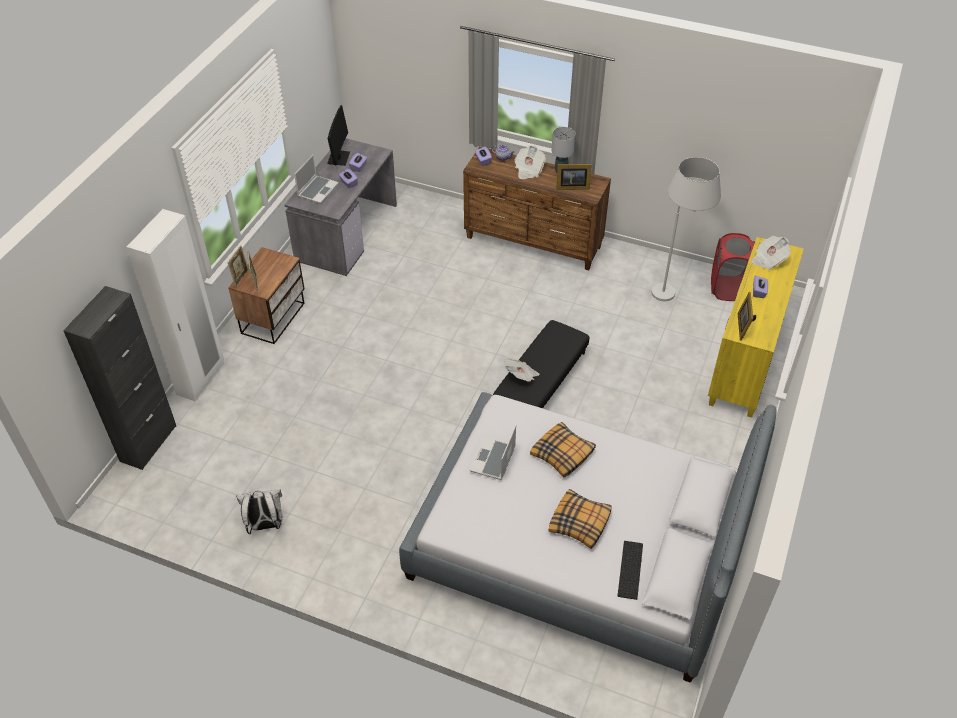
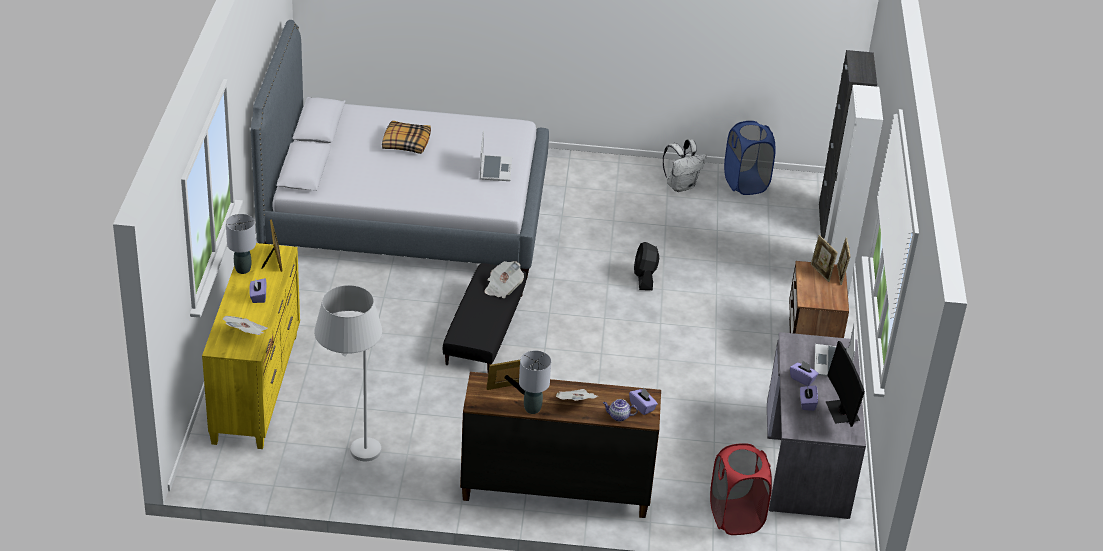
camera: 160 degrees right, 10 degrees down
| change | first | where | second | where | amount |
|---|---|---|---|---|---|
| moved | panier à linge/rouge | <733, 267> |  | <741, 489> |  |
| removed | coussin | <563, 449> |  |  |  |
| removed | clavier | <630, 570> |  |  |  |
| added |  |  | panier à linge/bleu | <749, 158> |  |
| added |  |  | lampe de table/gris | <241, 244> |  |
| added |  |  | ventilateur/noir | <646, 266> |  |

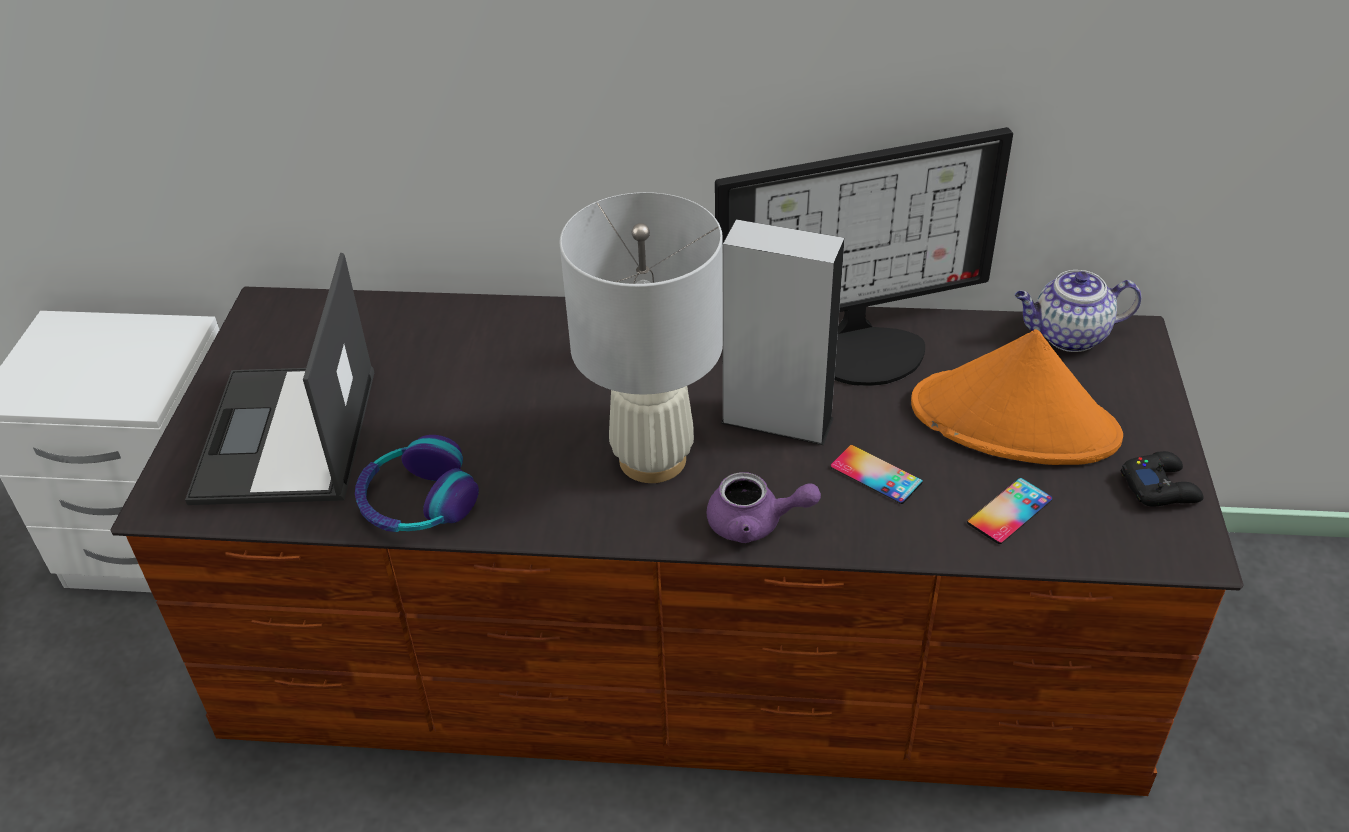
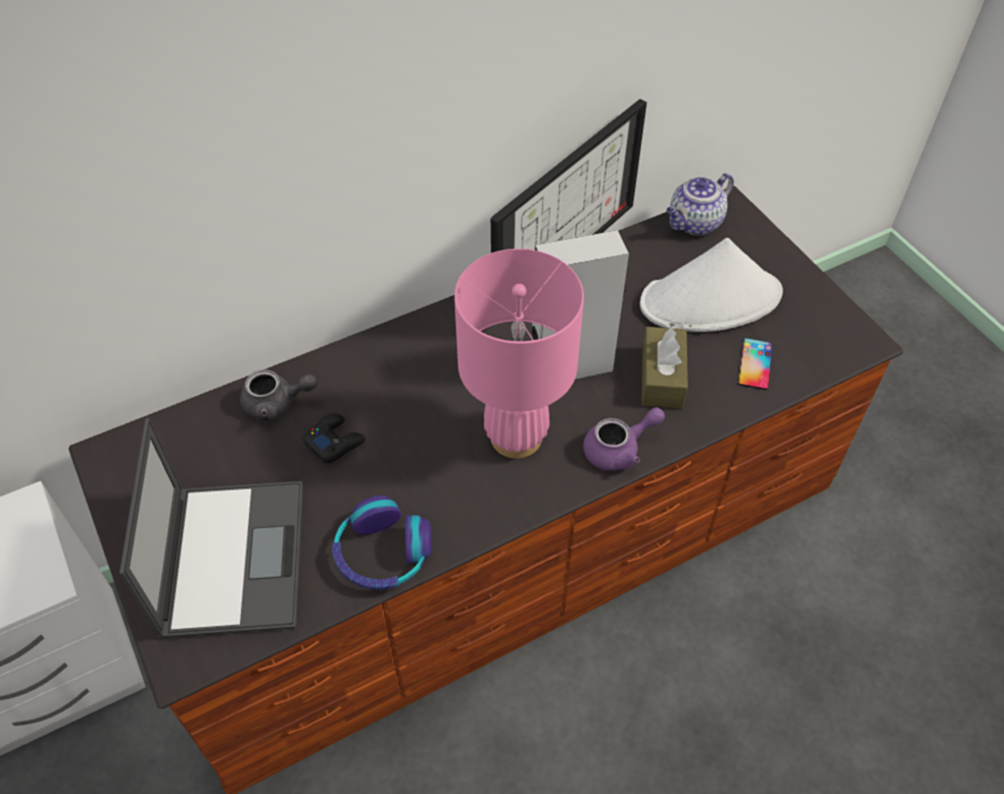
camera: 35 degrees left, 10 degrees up
| change | first | where | second | where | amount |
|---|---|---|---|---|---|
| recoloured | lampe de table/blanc | <641, 337> | lampe de table/rose | <519, 353> |  |
| turned | ordinateur portable | <279, 379> |  | <211, 528> | 150 degrees counterclockwise |
| recoloured | chapeau/orange | <1017, 397> | chapeau/blanc | <711, 285> |  |
| replaced | téléphone | <877, 474> | boîte à mouchoirs/marron | <665, 367> |  |
| moved | manette/noir | <1161, 479> |  | <334, 438> |  |
| added |  |  | théière/gris | <278, 395> |  |

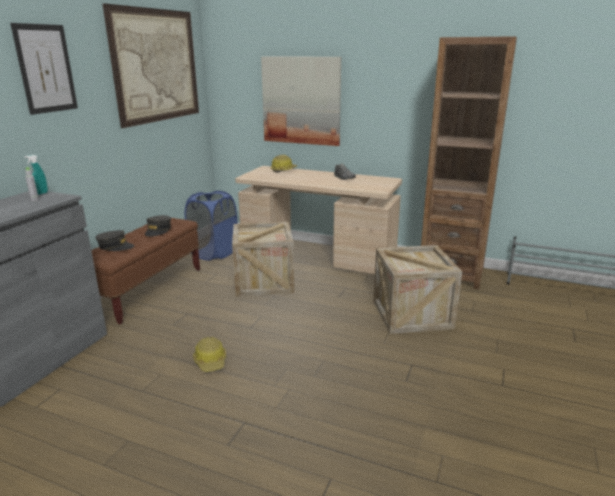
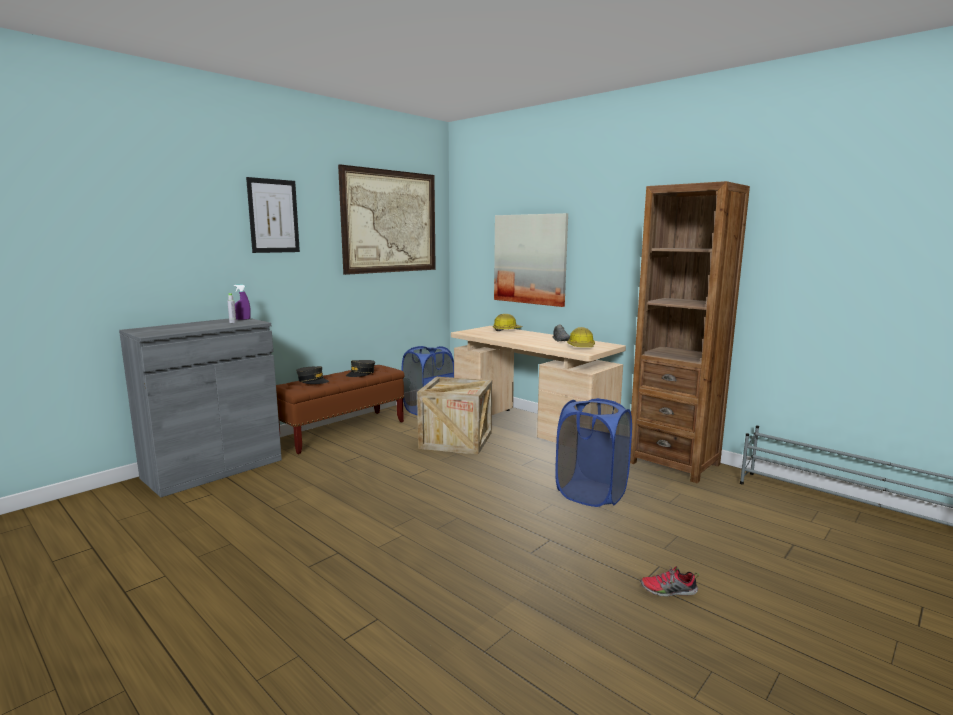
camera: 20 degrees right, 10 degrees down
| change | first | where | second | where | amount |
|---|---|---|---|---|---|
| recoloured | vaporisateur/turquoise | <36, 175> | vaporisateur/violet | <242, 302> |  |
| replaced | caisse | <417, 289> | panier à linge/bleu | <593, 452> |  |
| moved | casque de chantier | <209, 354> |  | <581, 337> |  |
| added |  |  | chaussure | <669, 581> |  |

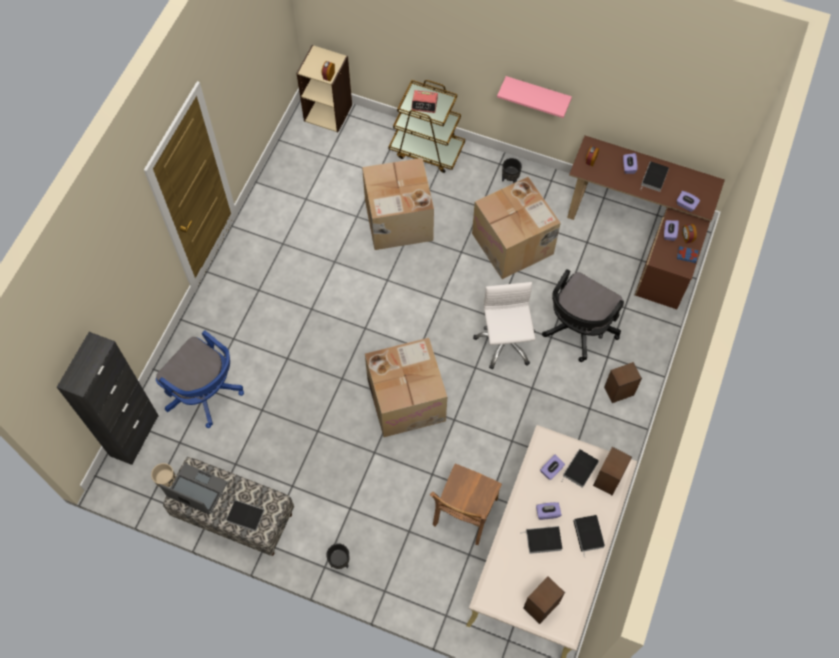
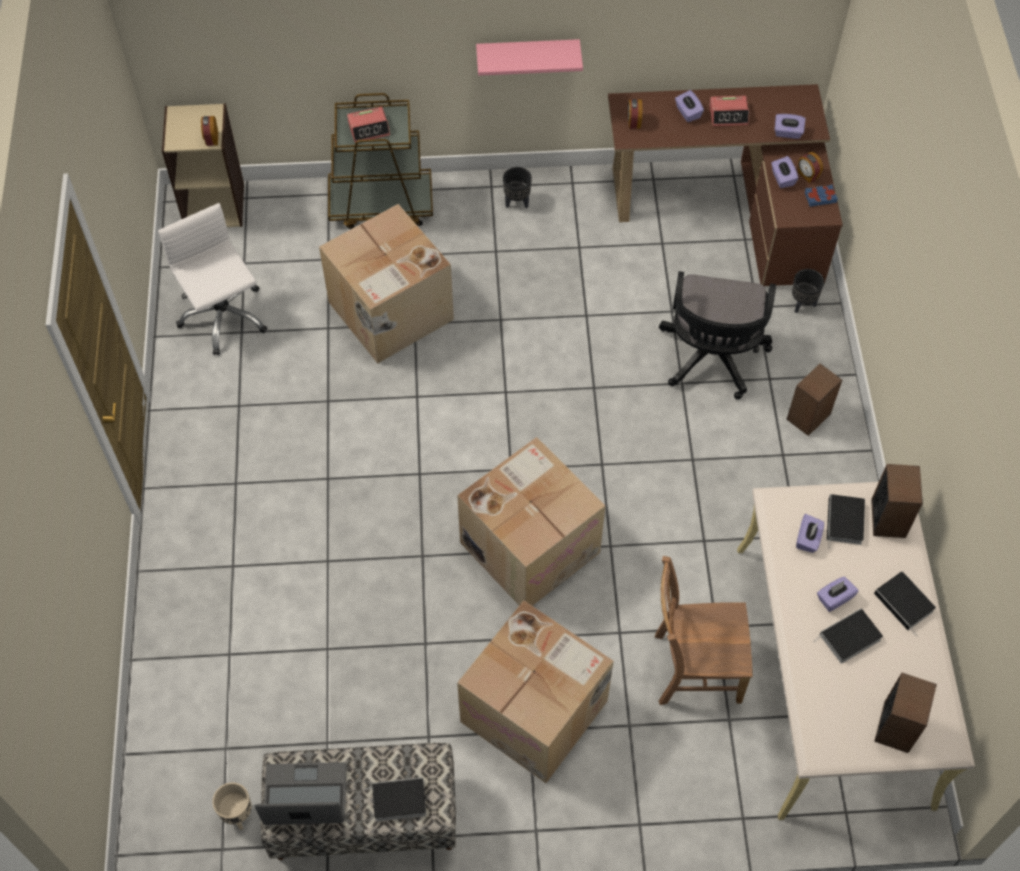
camera: 25 degrees left, 5 degrees down
| change | first | where | second | where | amount |
|---|---|---|---|---|---|
| replaced | livre | <655, 176> | réveil | <729, 111> |  |
| moved | carton | <516, 228> |  | <535, 691> |  |
| moved | chaise de bureau/blanc | <504, 326> |  | <212, 279> |  |
| removed | chaise de bureau/bleu | <200, 379> |  |  |  |
| removed | meuble de rangement/noir | <108, 398> |  |  |  |
| turned | chaise/marron | <466, 504> |  | <704, 630> | 90 degrees clockwise |
| moved | cache-pot/noir | <337, 556> |  | <808, 291> |  |

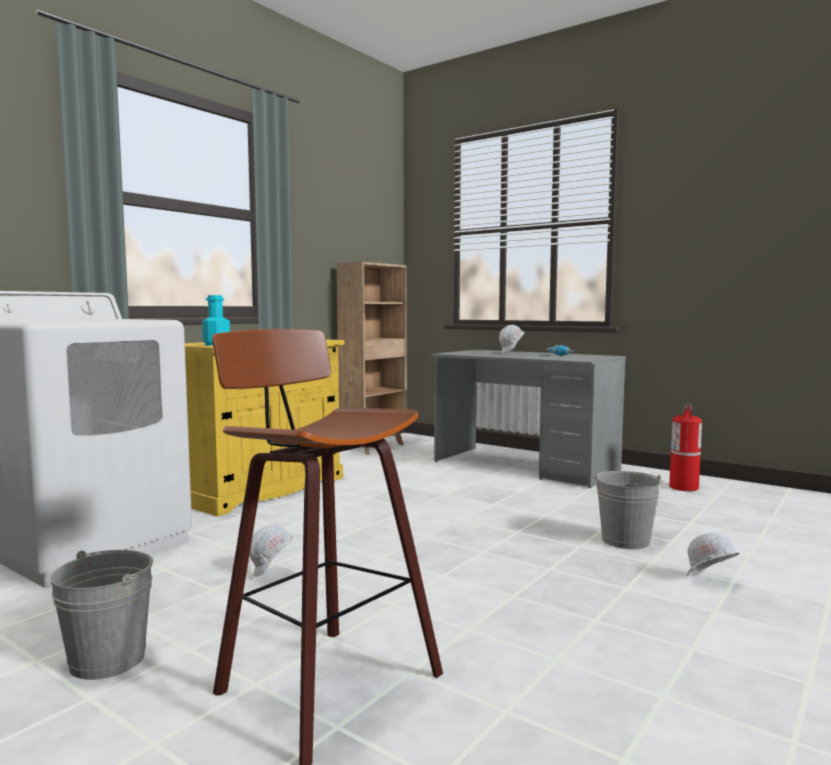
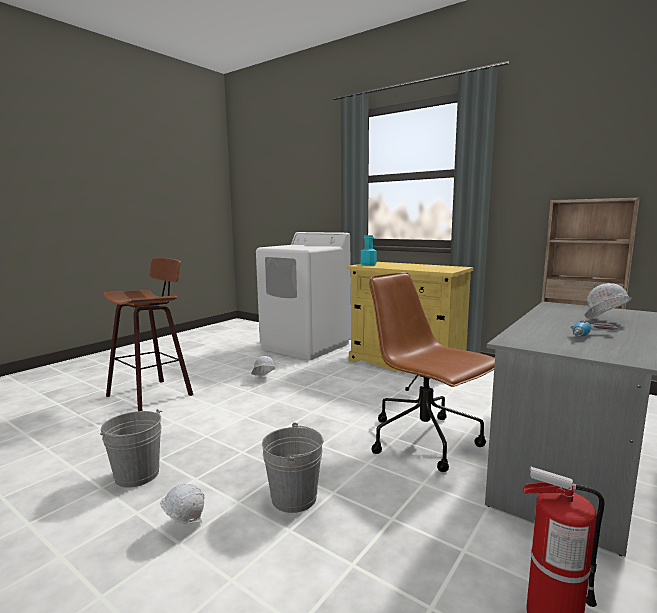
camera: 90 degrees right, 5 degrees up
| change | first | where | second | where | amount |
|---|---|---|---|---|---|
| moved | seau/gris | <101, 615> |  | <131, 448> |  |
| added |  |  | chaise de bureau/marron | <432, 372> |  |

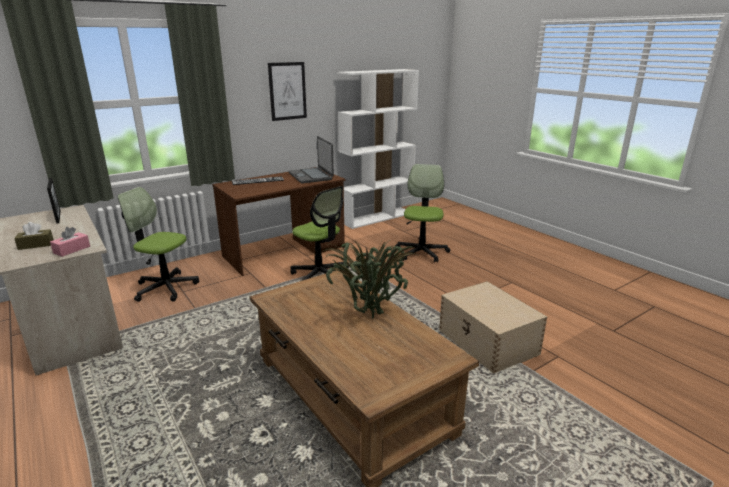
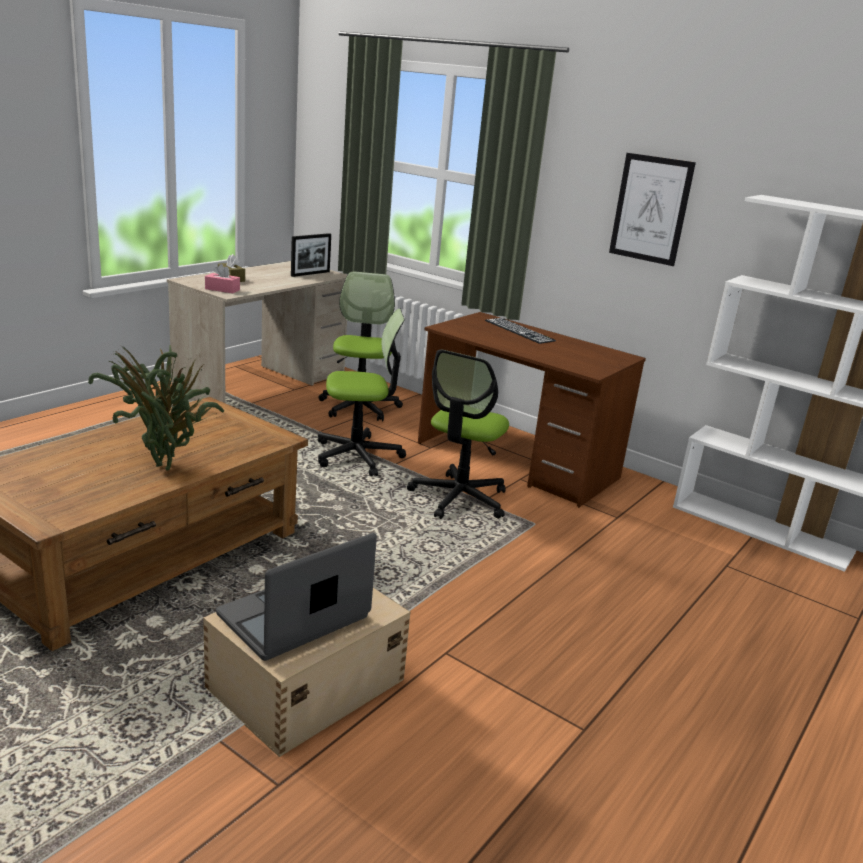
camera: 70 degrees right, 0 degrees up
| change | first | where | second | where | amount |
|---|---|---|---|---|---|
| moved | ordinateur portable | <311, 159> |  | <296, 597> |  |
| moved | chaise de bureau | <422, 213> |  | <362, 393> |  |

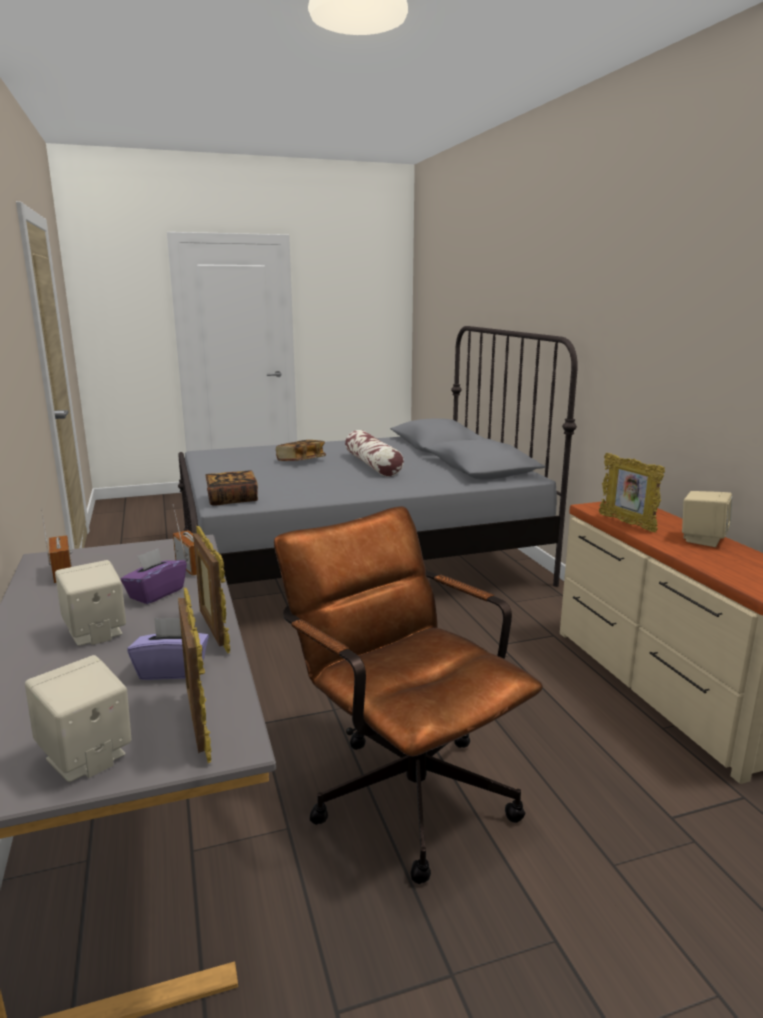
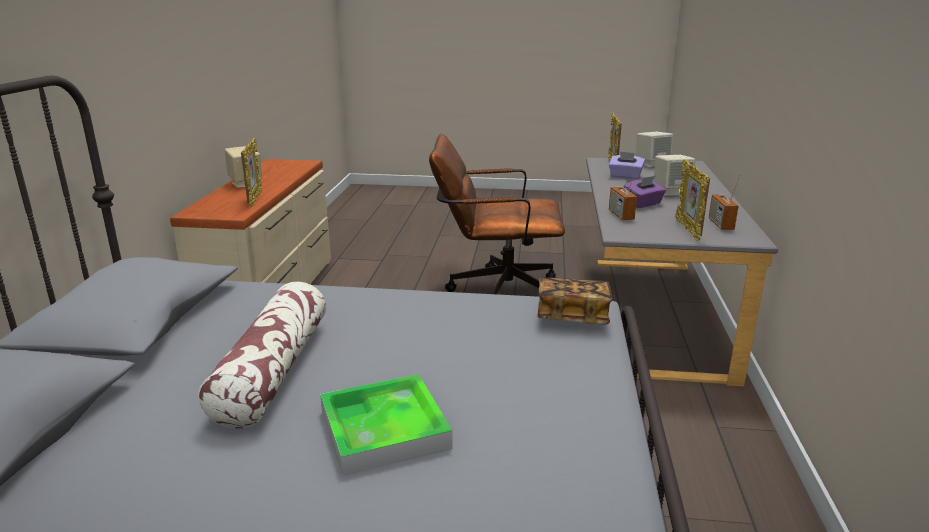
camera: 155 degrees left, 5 degrees up
| change | first | where | second | where | amount |
|---|---|---|---|---|---|
| replaced | livre | <301, 450> | plateau | <386, 424> |  |
| turned | chaise de bureau/marron | <408, 695> |  | <497, 214> | 105 degrees clockwise |
| moved | cadre photo | <211, 589> |  | <693, 200> |  |

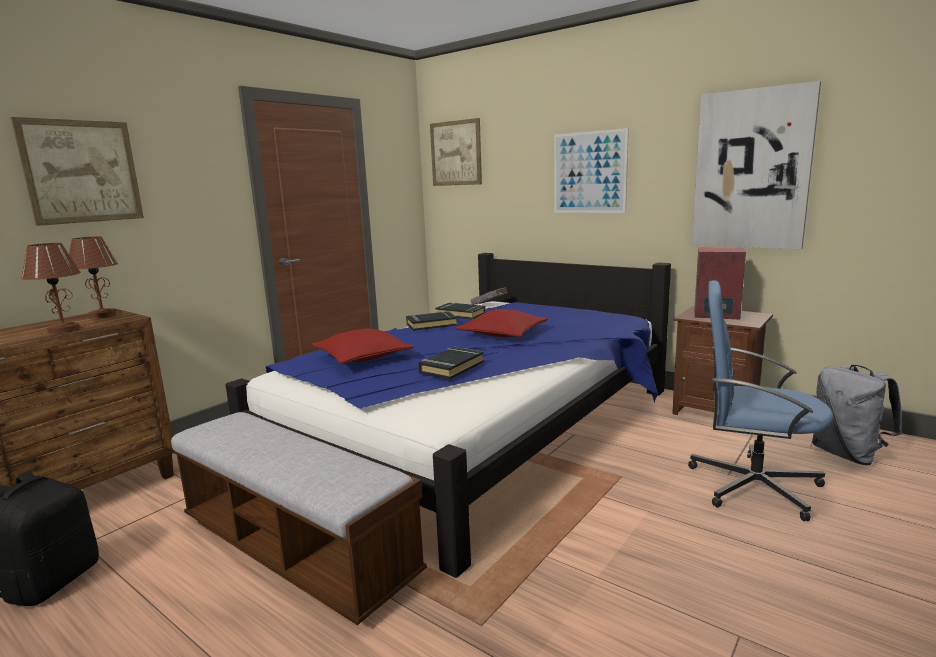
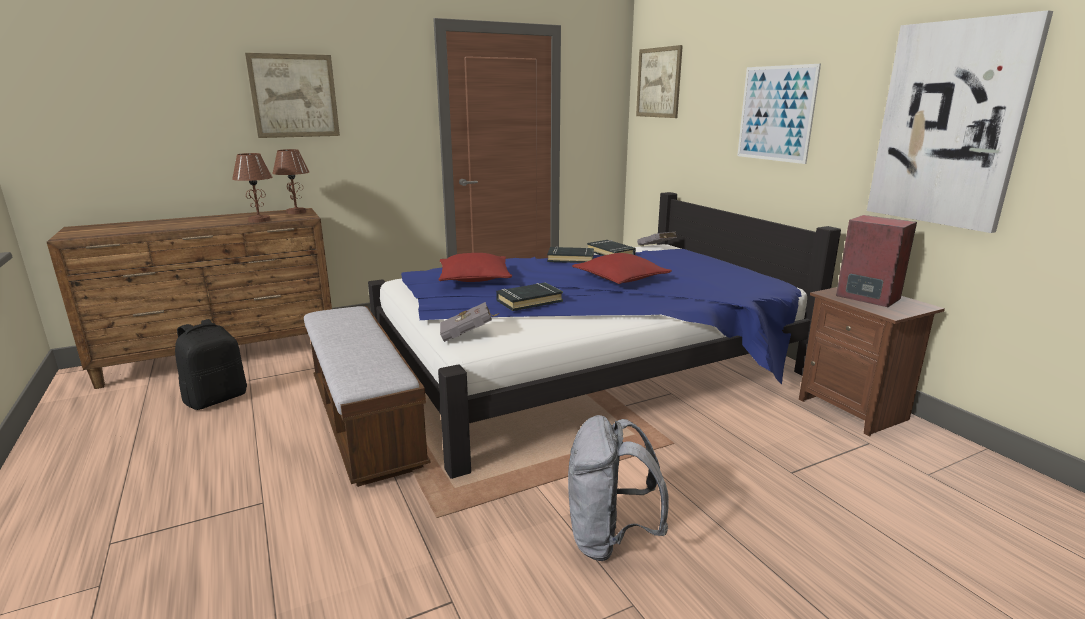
camera: 25 degrees right, 5 degrees up
| change | first | where | second | where | amount |
|---|---|---|---|---|---|
| removed | chaise de bureau/bleu | <761, 400> |  |  |  |
| moved | sac à dos/gris | <857, 415> |  | <618, 488> |  |
| added |  |  | livre/gris | <468, 322> |  |

